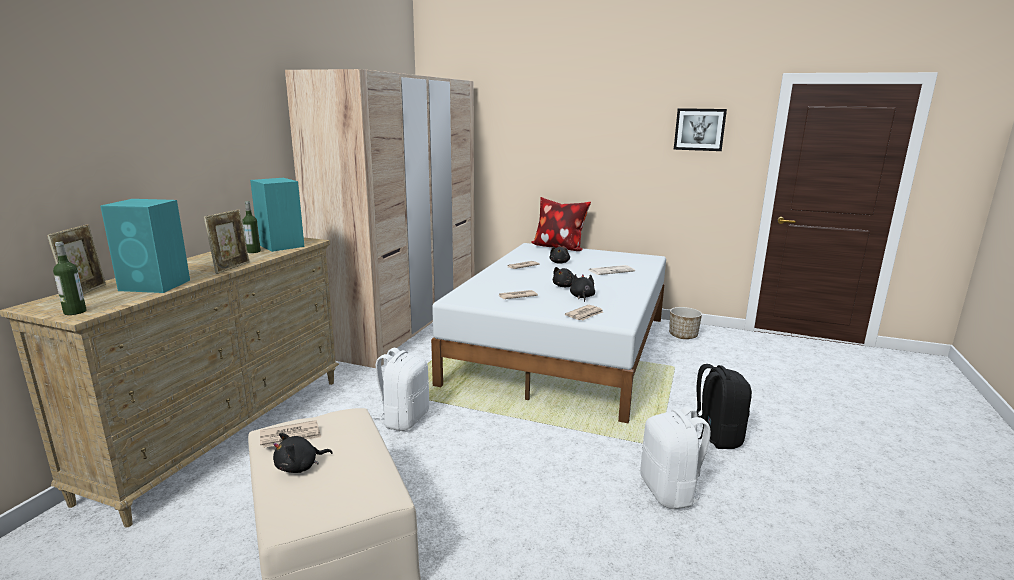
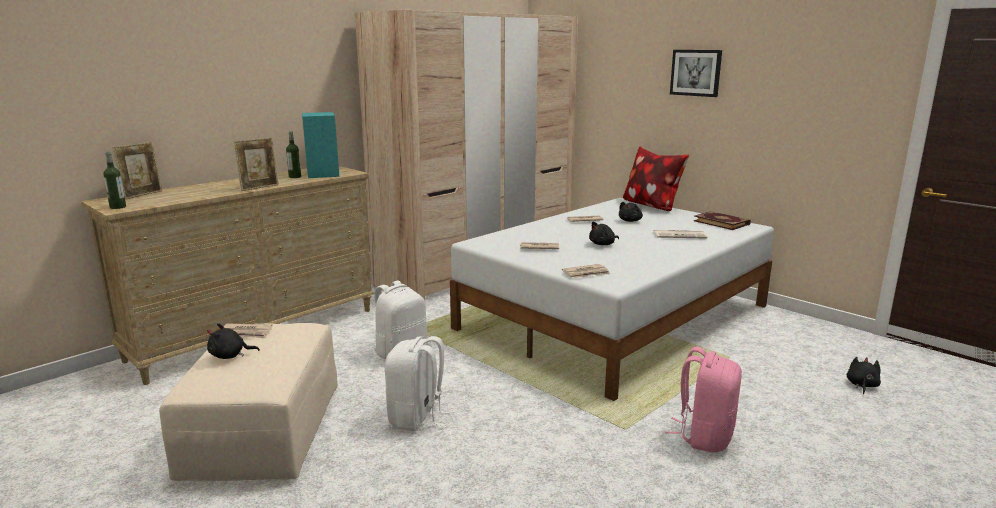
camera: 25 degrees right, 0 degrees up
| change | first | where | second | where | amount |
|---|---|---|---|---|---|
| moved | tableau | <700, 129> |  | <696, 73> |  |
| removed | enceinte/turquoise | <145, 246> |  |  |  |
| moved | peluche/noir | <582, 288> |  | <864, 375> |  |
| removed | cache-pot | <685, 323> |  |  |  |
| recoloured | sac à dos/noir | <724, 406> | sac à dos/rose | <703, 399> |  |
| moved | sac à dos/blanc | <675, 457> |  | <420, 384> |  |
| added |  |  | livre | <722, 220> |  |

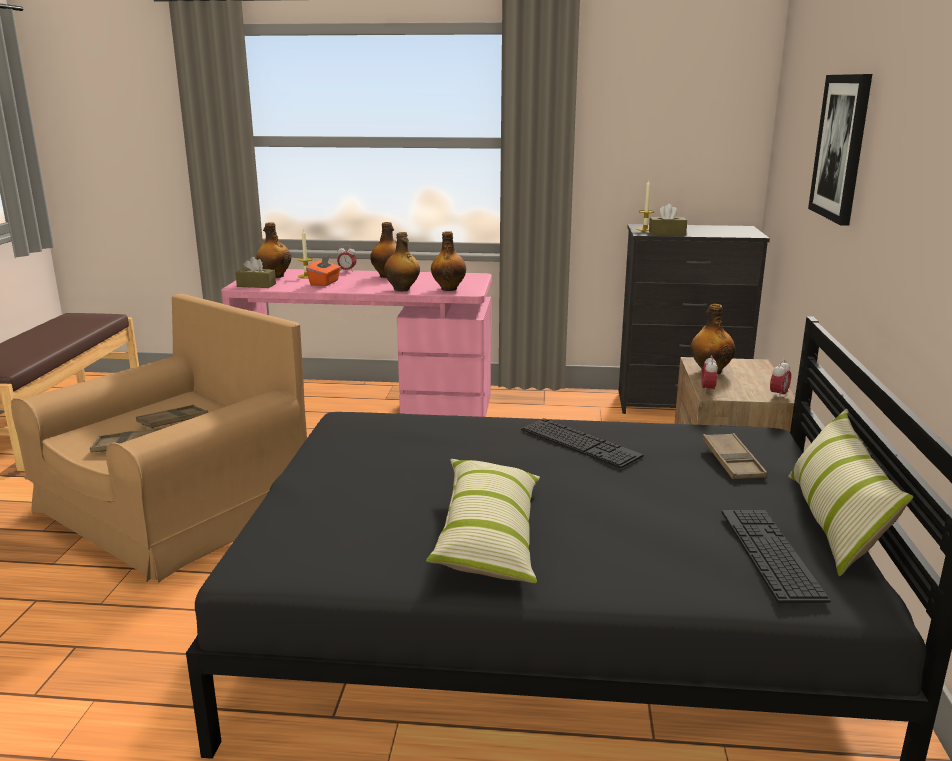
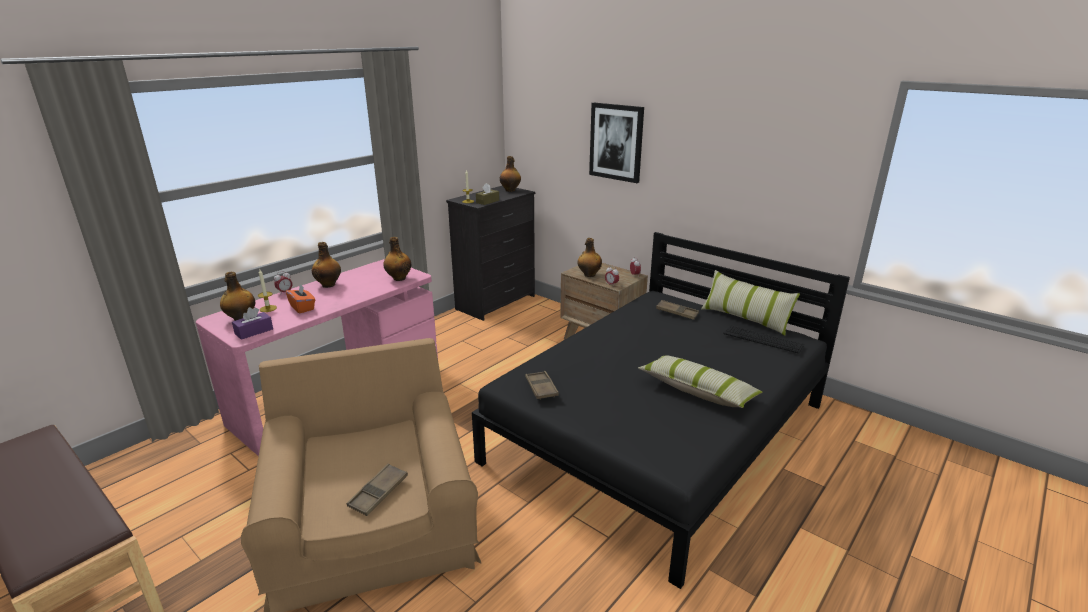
camera: 55 degrees left, 5 degrees up
| change | first | where | second | where | amount |
|---|---|---|---|---|---|
| moved | bouteille | <402, 261> |  | <510, 174> |  |
| recoloured | boîte à mouchoirs/marron | <255, 272> | boîte à mouchoirs/violet | <252, 323> |  |
| moved | plateau/marron | <172, 417> |  | <542, 385> |  |
| removed | clavier | <582, 443> |  |  |  |

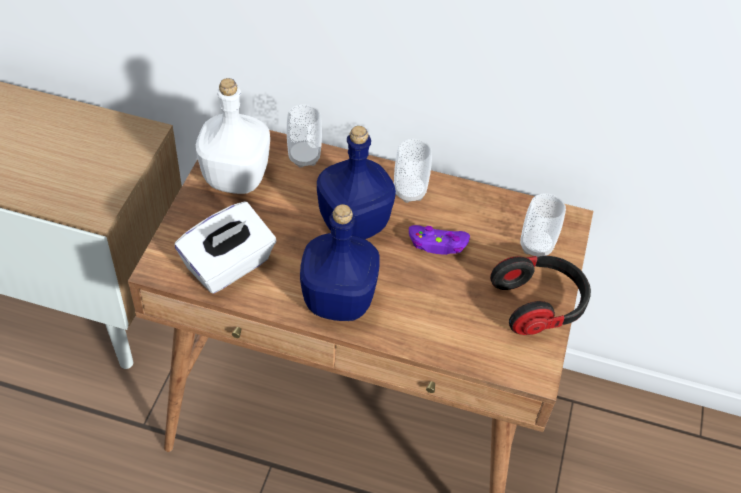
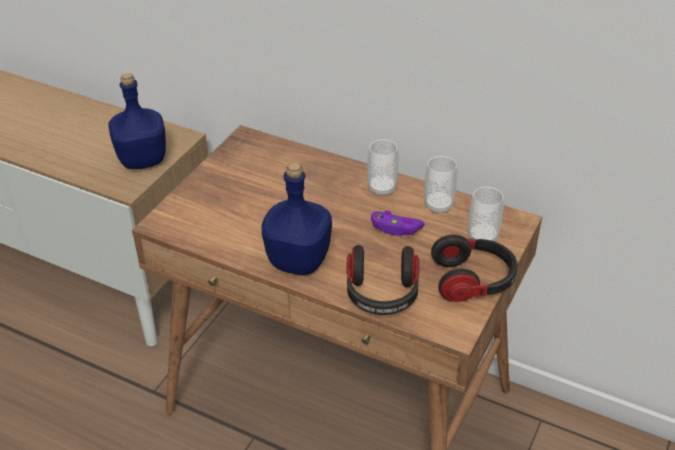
camera: 15 degrees right, 10 degrees down
| change | first | where | second | where | amount |
|---|---|---|---|---|---|
| removed | bouteille/blanc | <233, 136> |  |  |  |
| moved | tasse | <304, 136> |  | <441, 185> |  |
| moved | bouteille/bleu | <356, 182> |  | <137, 121> |  |
| removed | boîte à mouchoirs/blanc | <225, 247> |  |  |  |
| added |  |  | casque audio | <382, 280> |  |

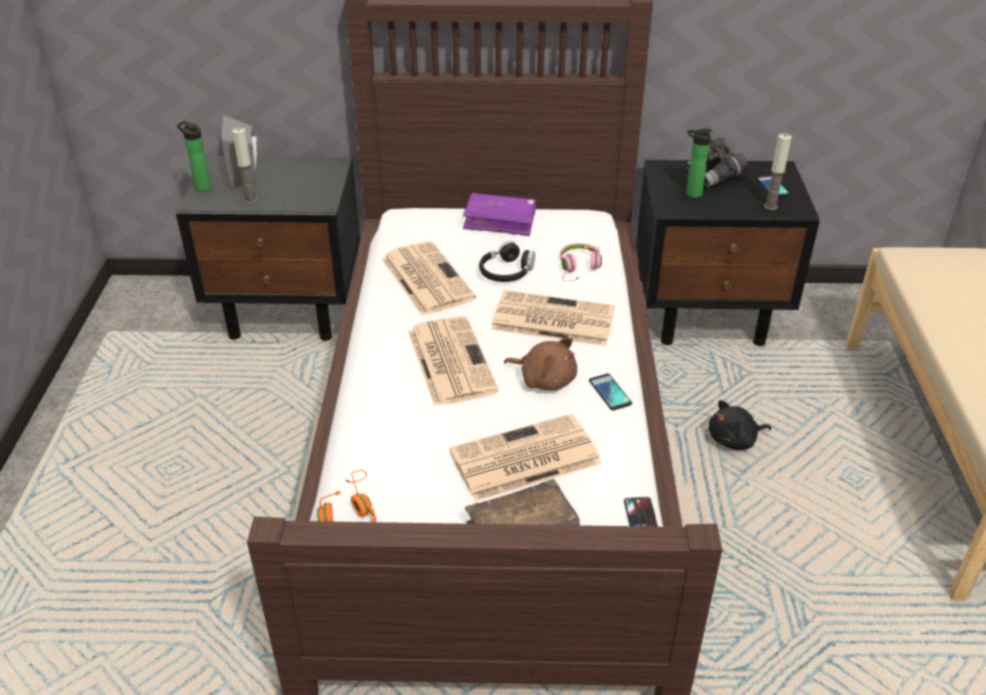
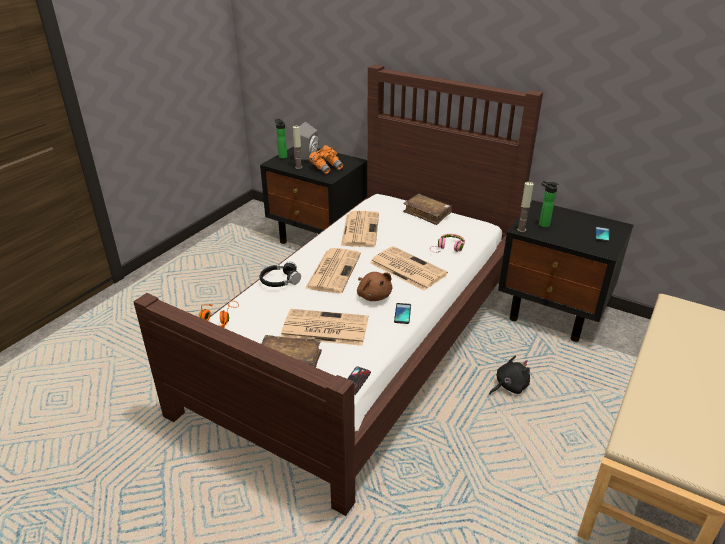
camera: 30 degrees right, 5 degrees down
| change | first | where | second | where | amount |
|---|---|---|---|---|---|
| moved | bougie | <777, 172> |  | <525, 207> |  |
| removed | jumelles/gris | <717, 162> |  |  |  |
| recoloured | livre/violet | <499, 214> | livre/marron | <427, 209> |  |
| moved | casque audio/noir | <507, 261> |  | <280, 274> |  |
| turned | peluche/noir | <740, 425> |  | <509, 374> | 135 degrees clockwise |
| added |  |  | jumelles/orange | <326, 159> |  |

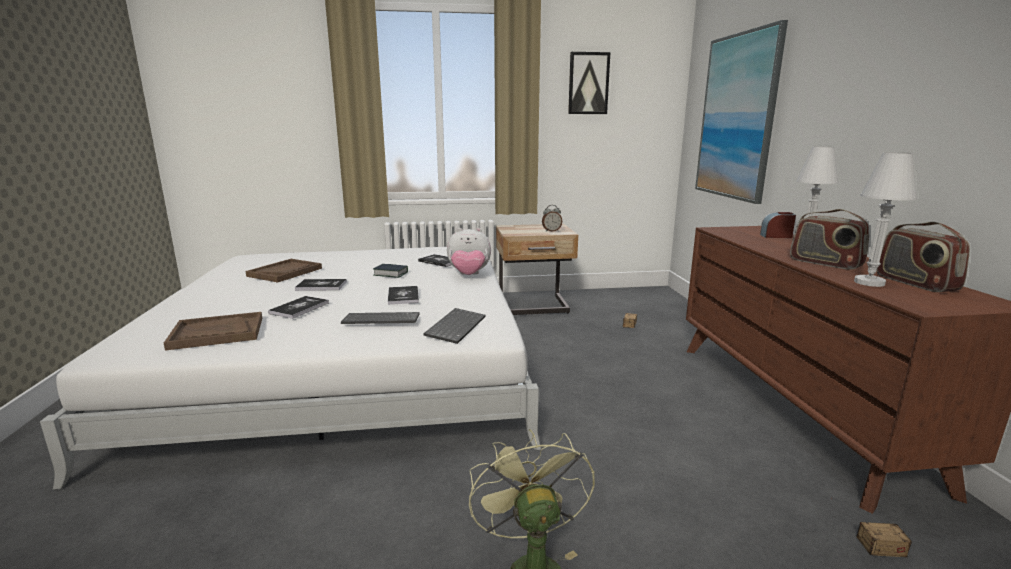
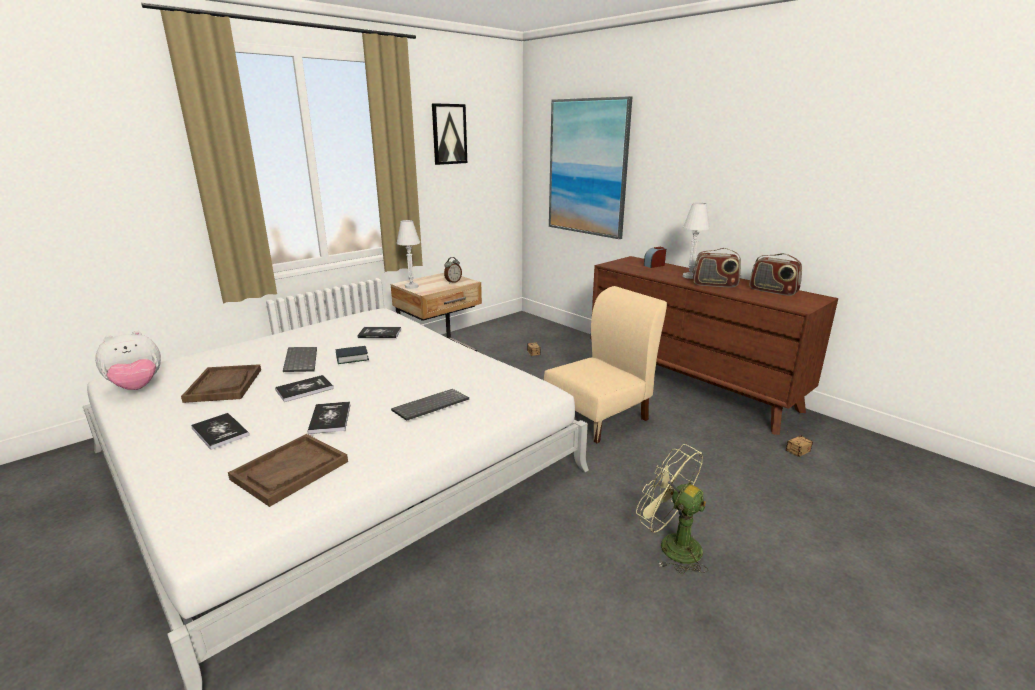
camera: 35 degrees left, 5 degrees up
| change | first | where | second | where | amount |
|---|---|---|---|---|---|
| moved | lampe de table/blanc | <885, 219> |  | <408, 254> |  |
| moved | peluche | <469, 251> |  | <128, 360> |  |
| moved | livre | <403, 295> |  | <220, 431> |  |
| moved | clavier | <455, 326> |  | <300, 359> |  |
| added |  |  | chaise/beige | <605, 364> |  |

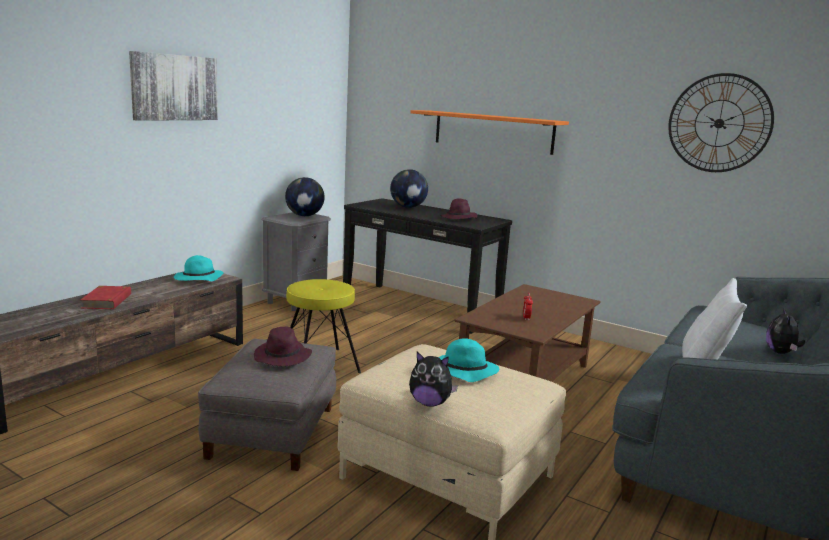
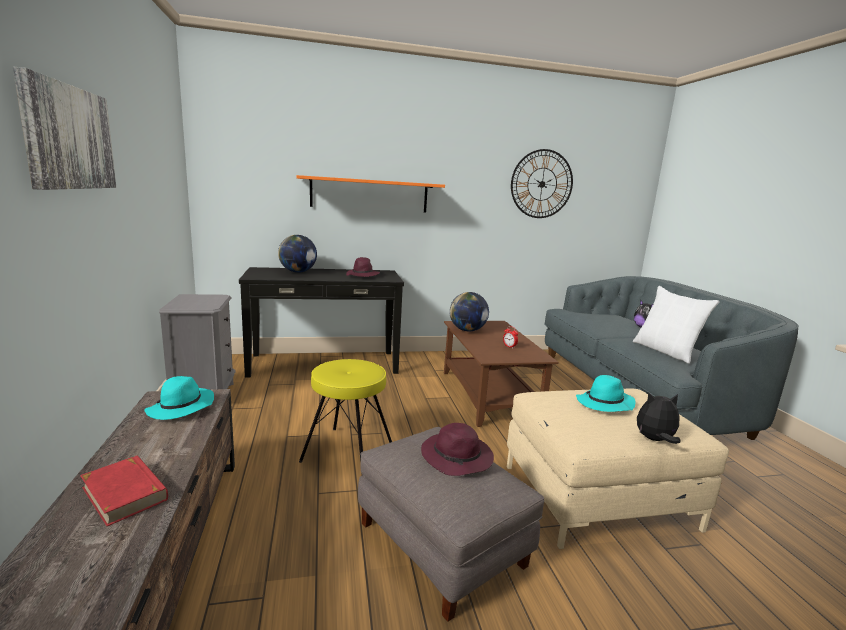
camera: 45 degrees left, 0 degrees up
| change | first | where | second | where | amount |
|---|---|---|---|---|---|
| moved | globe | <305, 196> |  | <469, 311> |  |
| turned | peluche | <433, 379> |  | <658, 418> | 150 degrees counterclockwise |

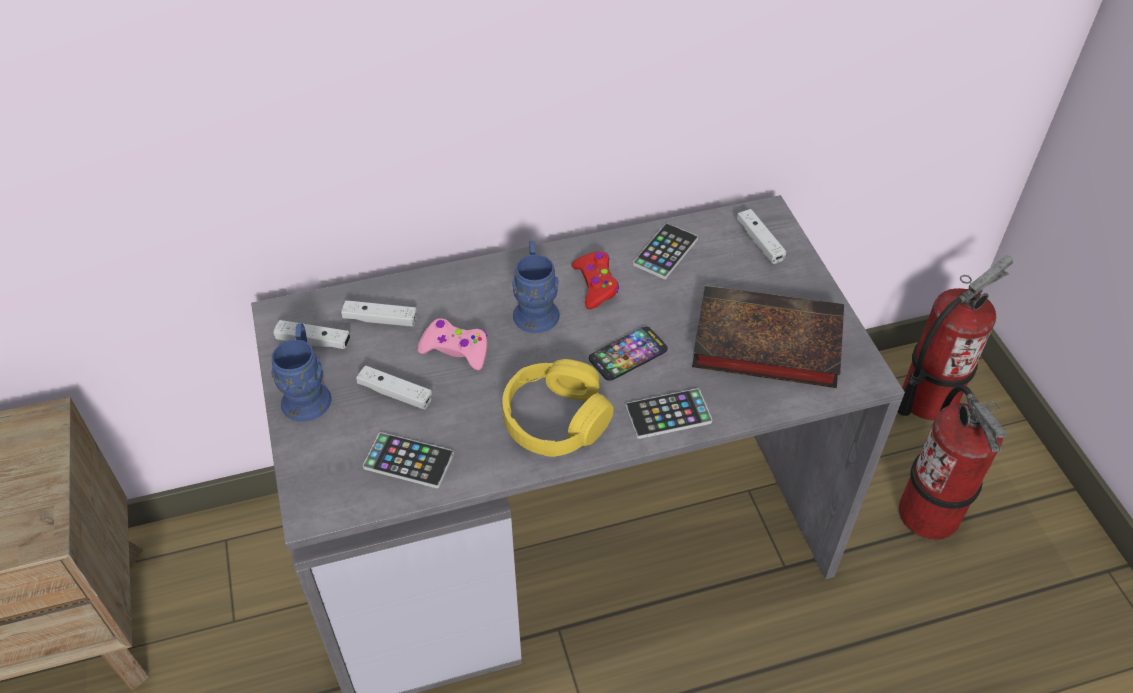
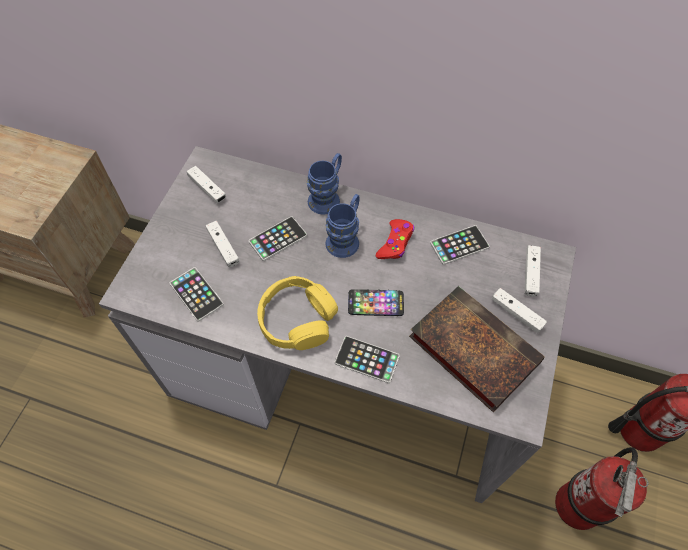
camera: 35 degrees right, 10 degrees up
| change | first | where | second | where | amount |
|---|---|---|---|---|---|
| moved | manette/blanc | <379, 313> |  | <519, 310> |  |
| replaced | manette/rose | <452, 344> | téléphone | <278, 238> |  |
| moved | mug/bleu | <301, 372> |  | <324, 184> |  |

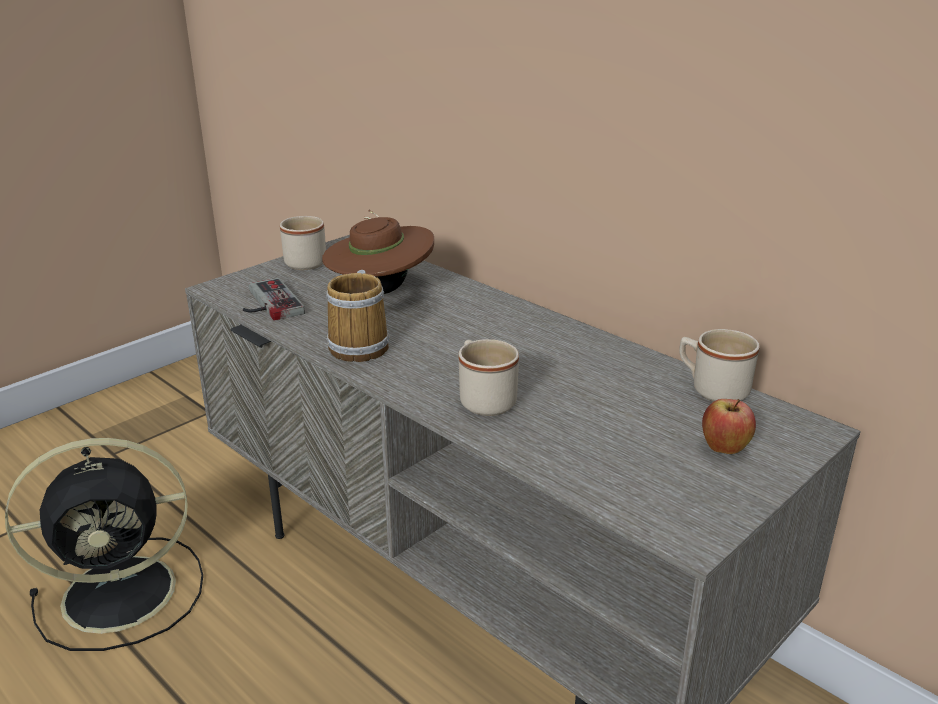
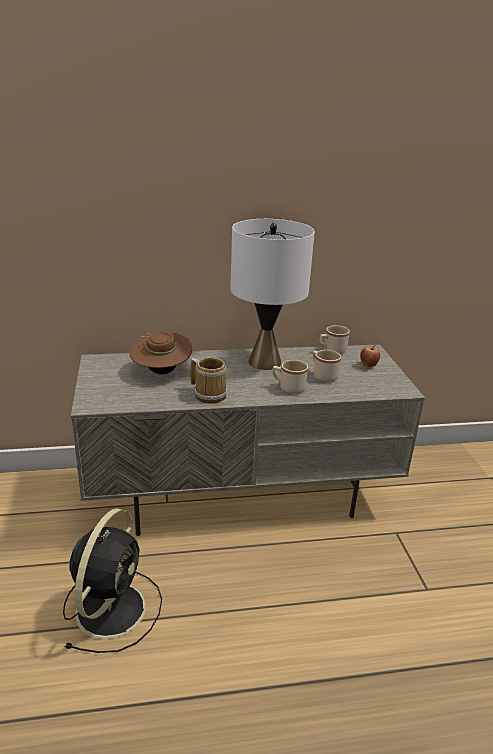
camera: 55 degrees left, 0 degrees up
| change | first | where | second | where | amount |
|---|---|---|---|---|---|
| moved | mug/beige | <303, 243> |  | <327, 366> |  |
| removed | manette | <274, 299> |  |  |  |
| added |  |  | lampe de table/gris | <272, 294> |  |

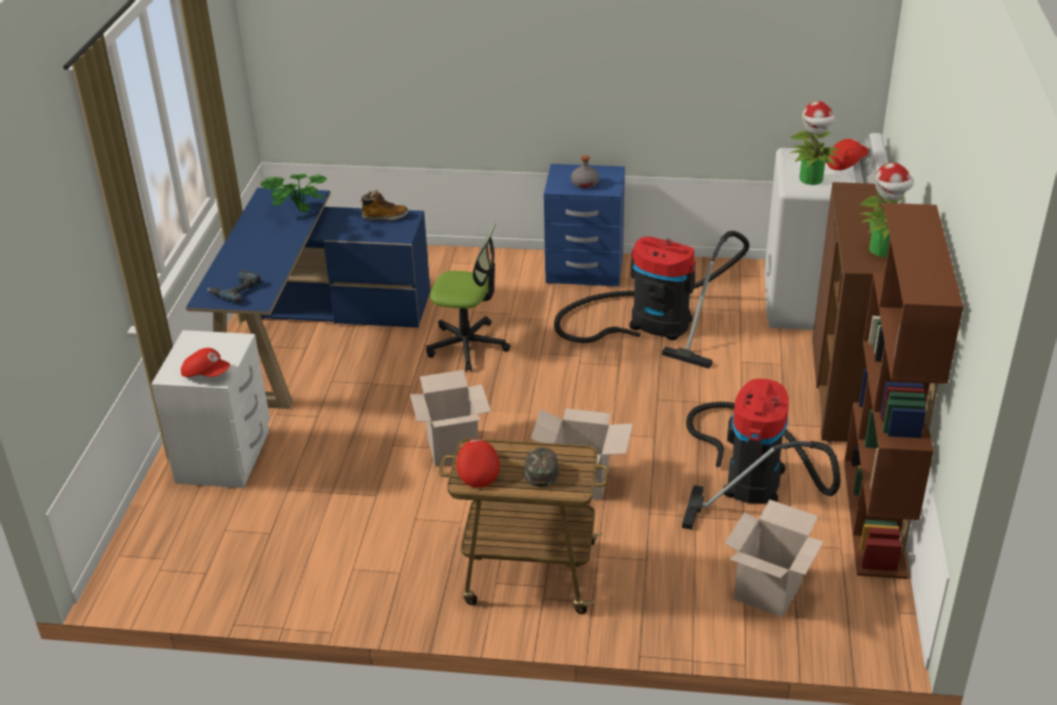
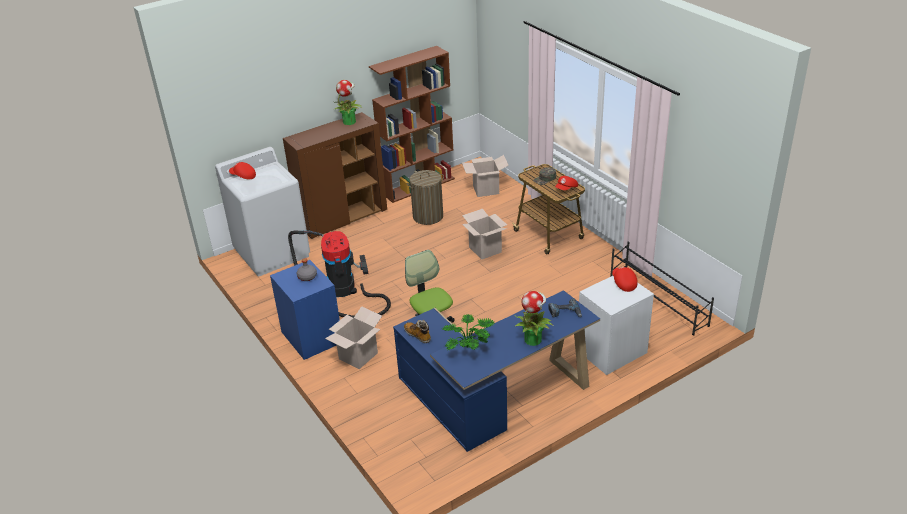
camera: 130 degrees left, 0 degrees up
| change | first | where | second | where | amount |
|---|---|---|---|---|---|
| moved | plante en pot | <814, 143> |  | <534, 318> |  |
| moved | carton | <450, 418> |  | <353, 337> |  |
| replaced | aspirateur | <761, 454> | panier à linge | <425, 197> |  |
| added |  |  | étagère à chaussures/noir | <662, 288> |  |

